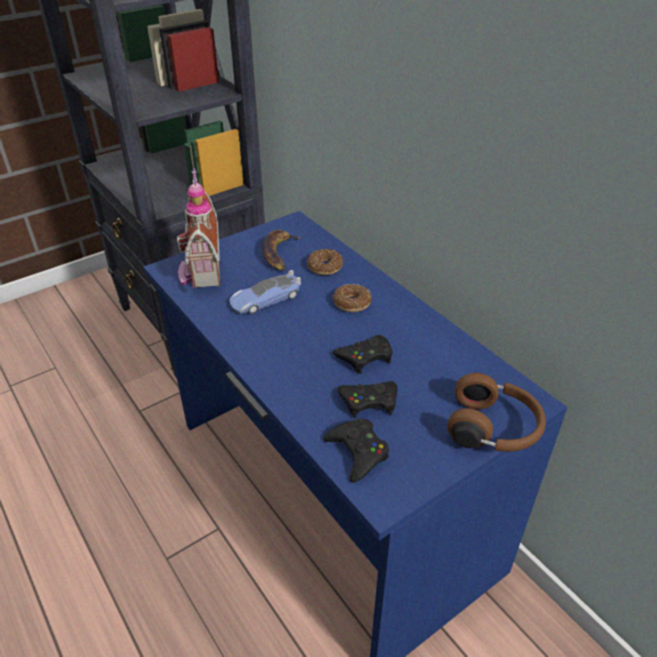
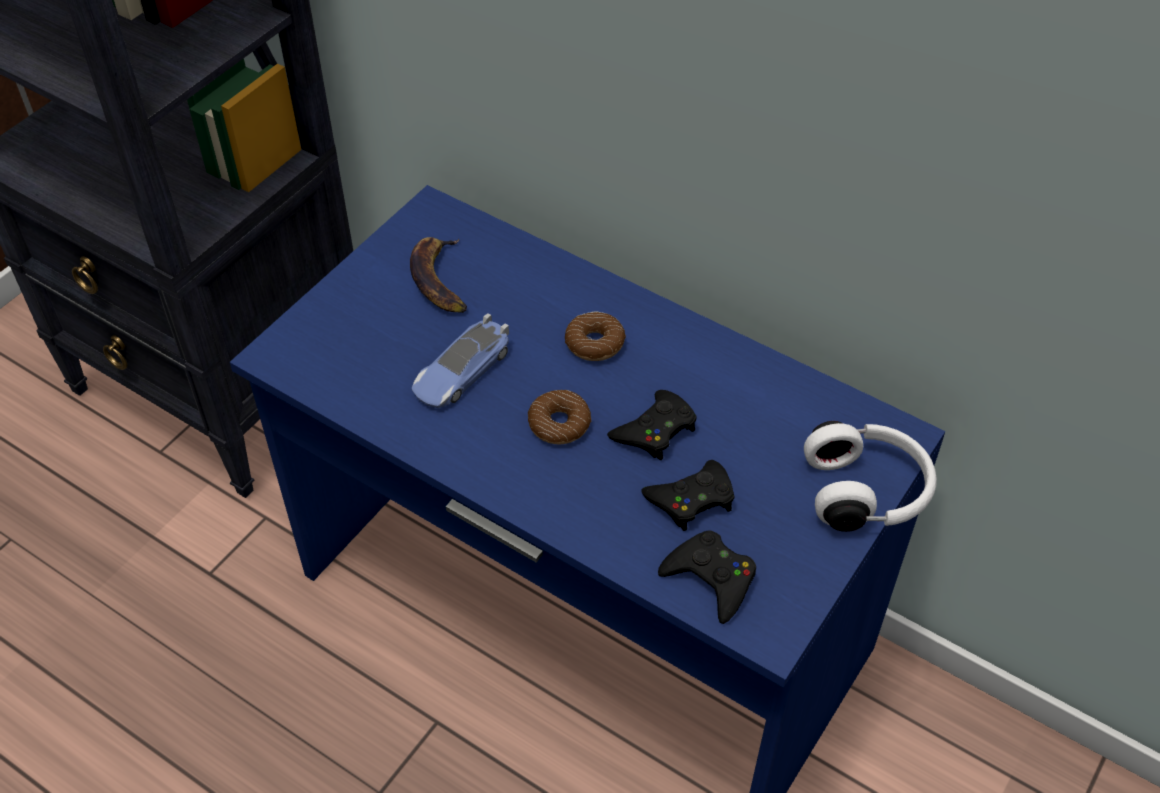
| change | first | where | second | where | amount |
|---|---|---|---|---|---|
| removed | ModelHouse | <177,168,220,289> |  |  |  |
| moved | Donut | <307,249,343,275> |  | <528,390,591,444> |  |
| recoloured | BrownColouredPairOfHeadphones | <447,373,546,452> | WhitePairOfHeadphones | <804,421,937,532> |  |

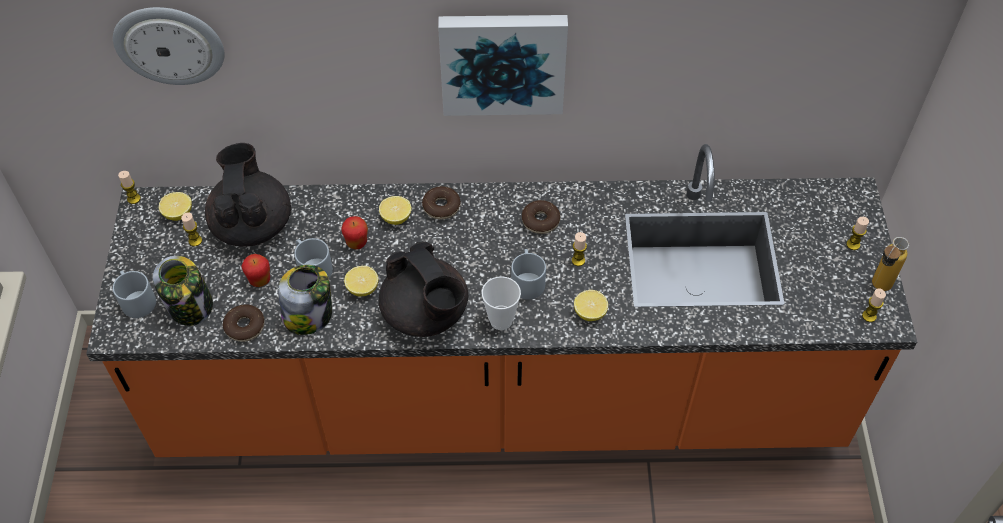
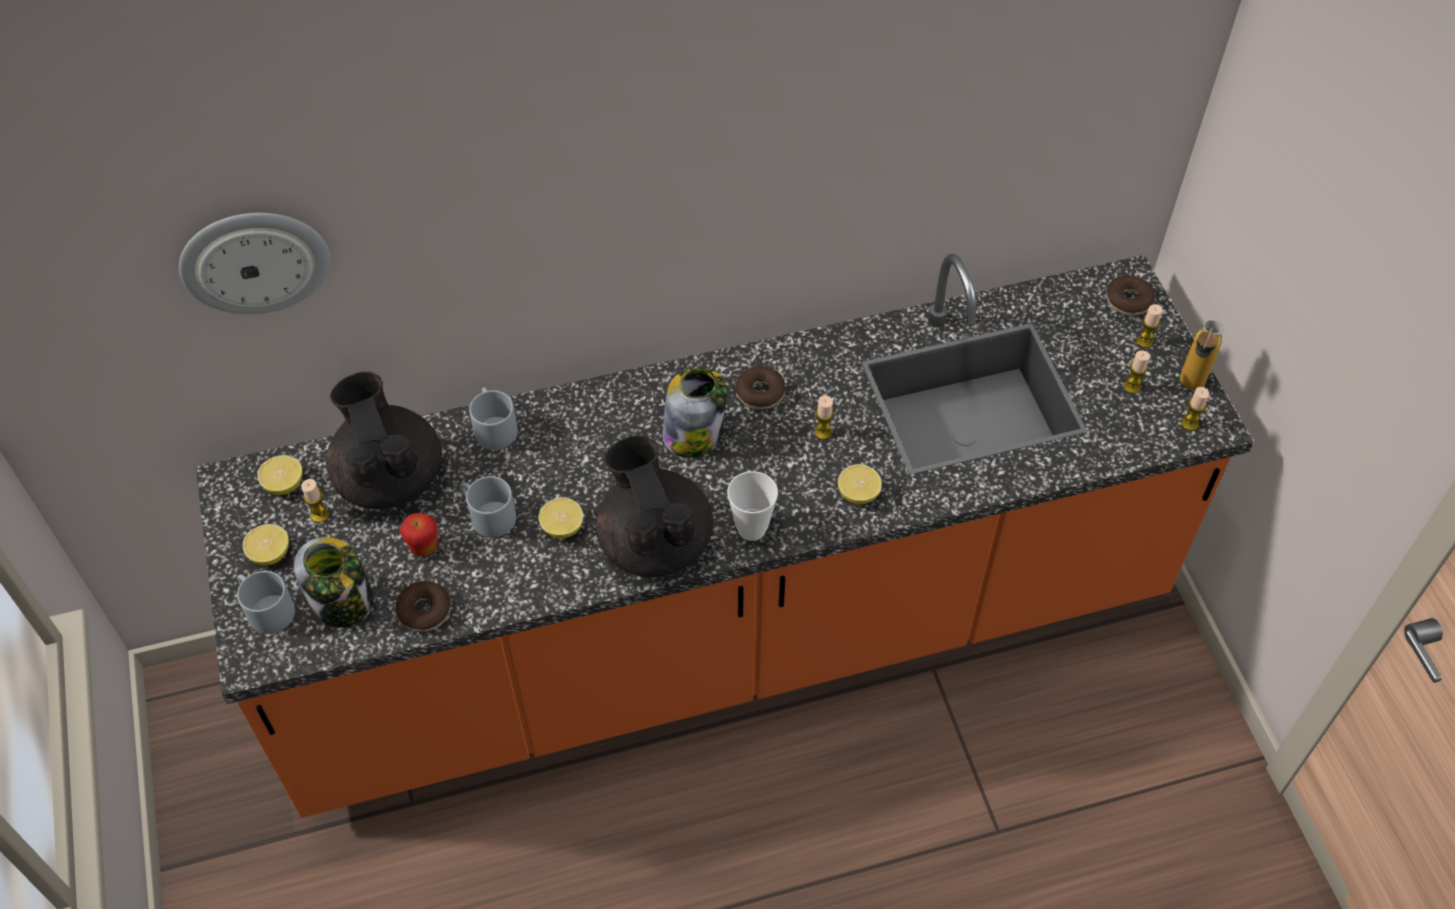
| change | first | where | second | where | amount |
|---|---|---|---|---|---|
| moved | Candle | <118,171,141,204> |  | <1124,351,1150,394> |  |
| moved | PreserveJar | <278,265,332,335> |  | <662,367,727,458> |  |
| removed | AppleFruit | <341,216,368,249> |  |  |  |
| turned | BlackishTeaPot | <378,242,468,337> |  | <596,435,714,577> | 150 degrees counterclockwise |
| moved | CitrusFruit | <379,196,412,225> |  | <243,524,289,565> |  |
| moved | Donut | <422,186,461,219> |  | <1106,275,1155,316> |  |
| removed | Picture | <438,15,568,116> |  |  |  |
| moved | GrayTeaMug | <511,249,546,300> |  | <469,387,518,450> |  |

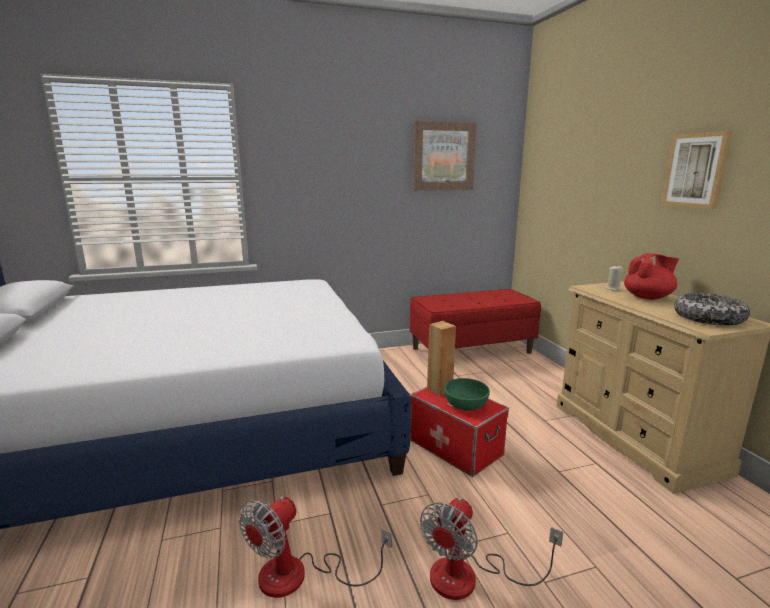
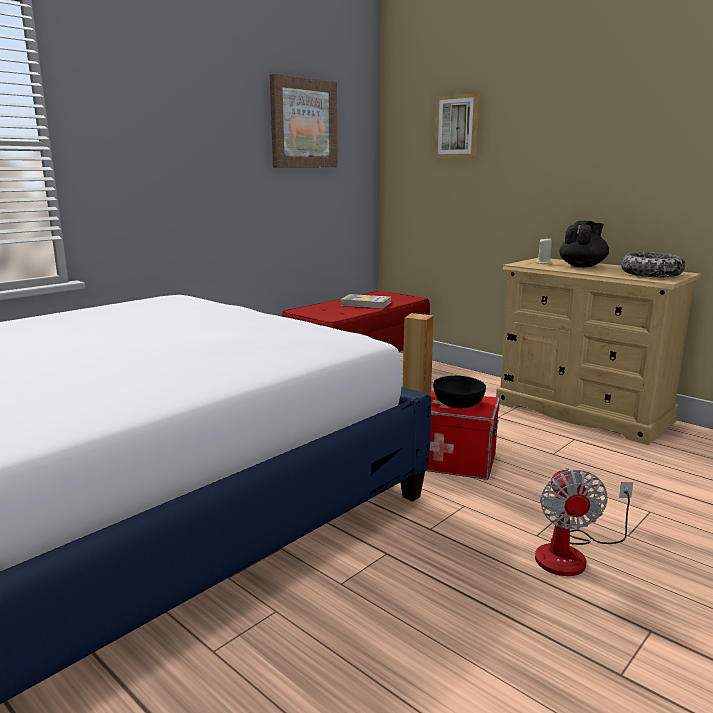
| change | first | where | second | where | amount |
|---|---|---|---|---|---|
| removed | ElectricFan | <239,496,392,598> |  |  |  |
| recoloured | GreenDeepDish | <444,378,490,411> | BlackishDeepDish | <433,376,486,408> |  |
| recoloured | RedTeaPot | <624,253,679,300> | BlackishTeaPot | <559,221,609,267> |  |
| moved | Picture | <661,131,733,209> |  | <434,93,480,158> |  |
| added |  |  | Book | <340,294,391,308> |  |

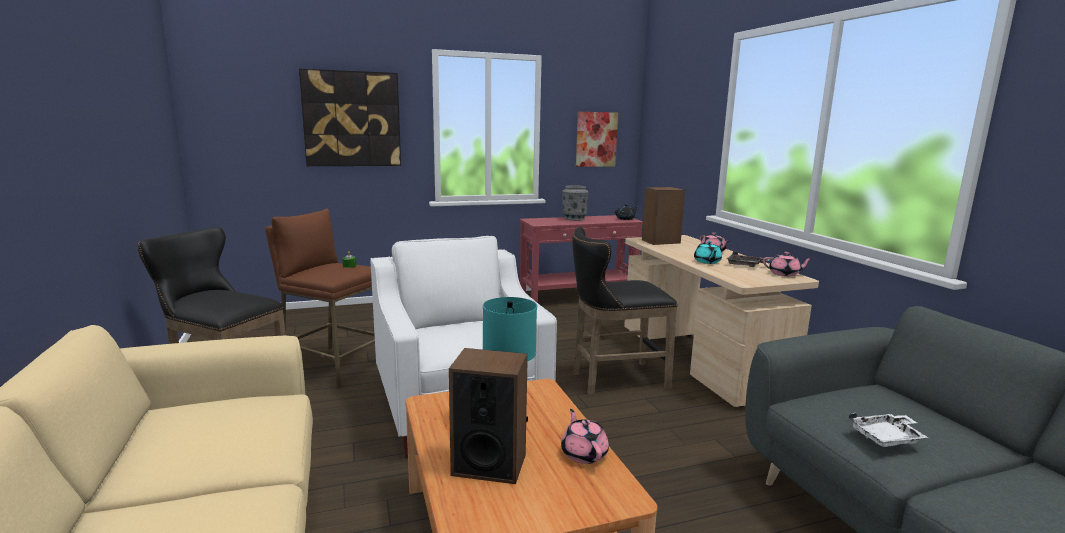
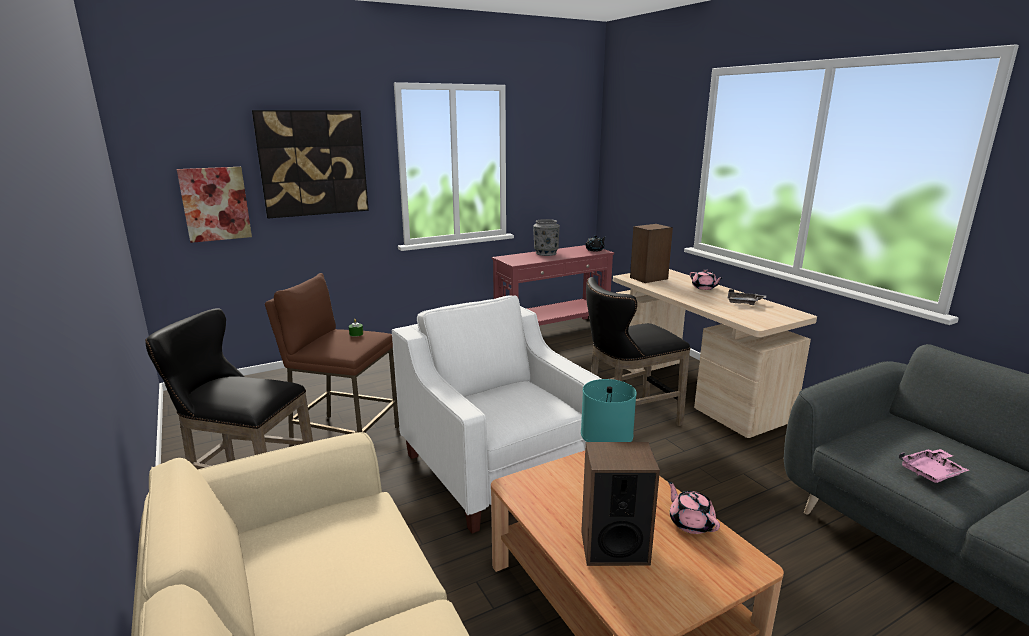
| change | first | where | second | where | amount |
|---|---|---|---|---|---|
| moved | Picture | <576,112,618,167> |  | <177,167,252,243> |  |
| removed | TurquoiseColouredTeaPot | <694,241,722,264> |  |  |  |
| removed | PinkishTeaPot | <763,252,813,276> |  |  |  |
| recoloured | WhiteTray | <849,413,929,447> | PinkishTray | <899,449,969,483> |  |

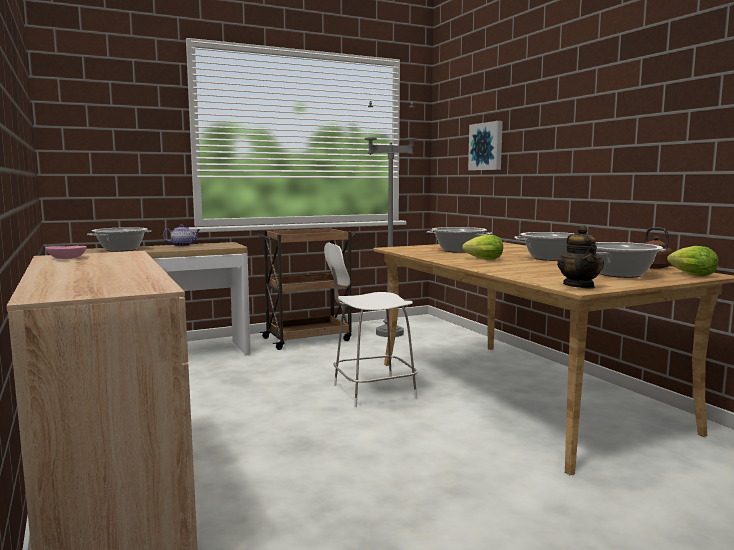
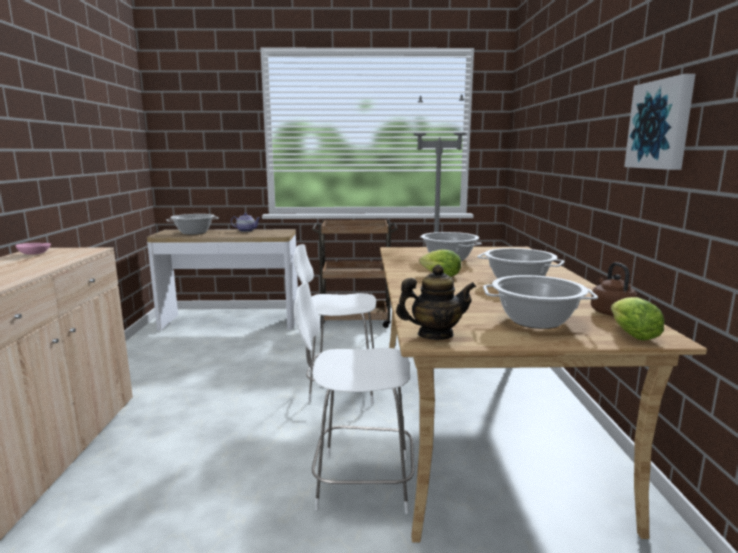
| change | first | where | second | where | amount |
|---|---|---|---|---|---|
| moved | Picture | <468,121,503,170> |  | <624,74,695,170> |  |
| turned | TeaPot | <557,225,604,288> |  | <396,264,476,340> | 120 degrees counterclockwise |
| added |  |  | WhitePlainChair | <294,283,414,514> |  |

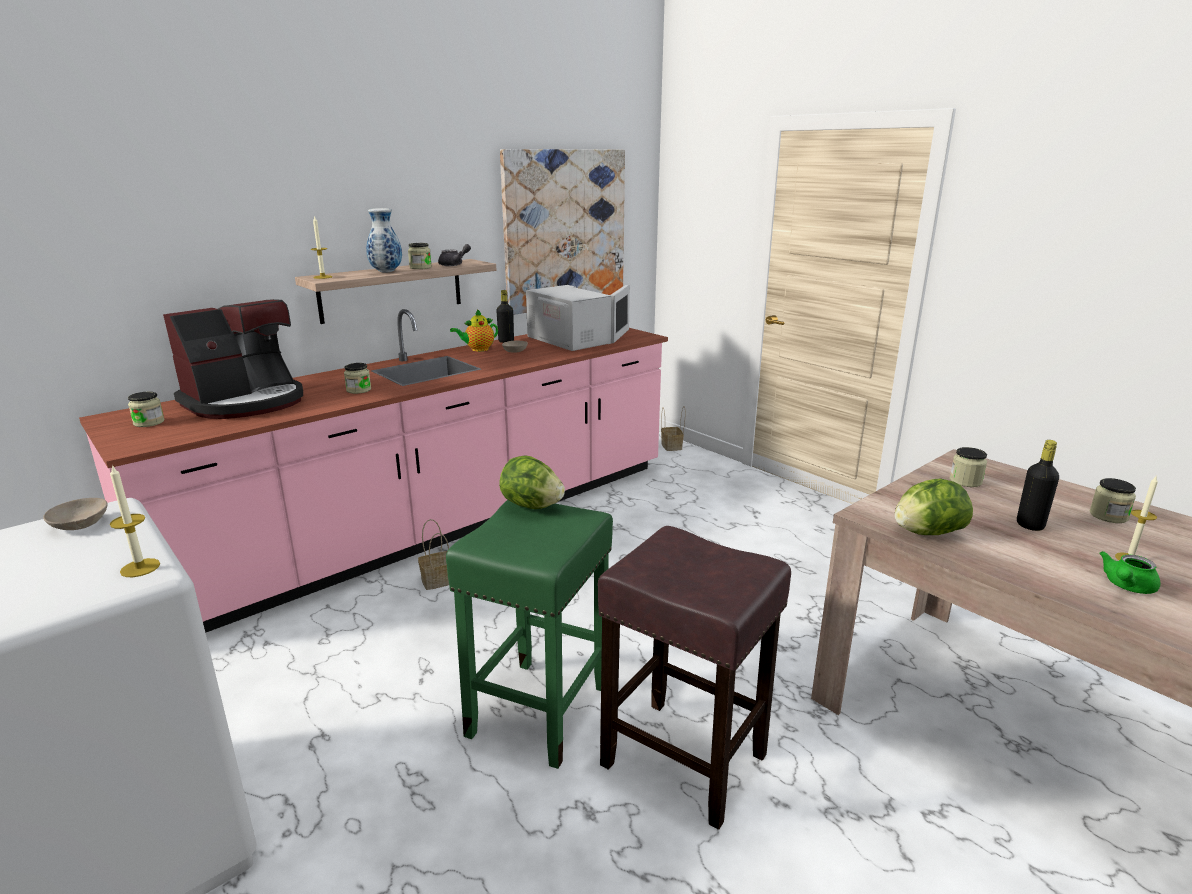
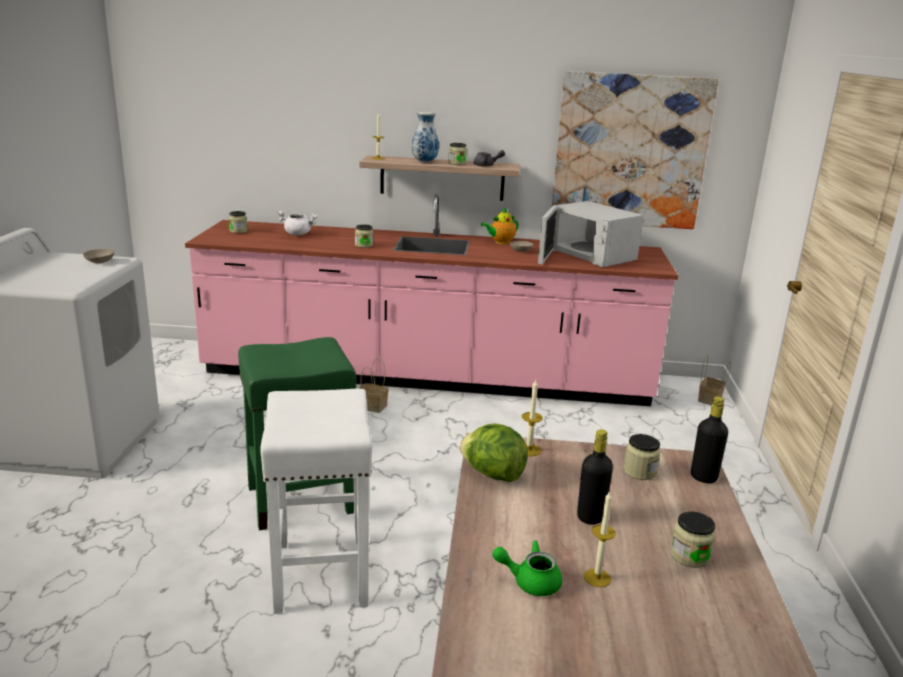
| change | first | where | second | where | amount |
|---|---|---|---|---|---|
| moved | Candle | <110,465,160,577> |  | <522,380,543,456> |  |
| replaced | CoffeeBrewer | <163,299,303,419> | WhiteCookingPot | <278,211,318,235> |  |
| turned | TeaPot | <450,309,498,351> |  | <481,207,519,244> | 45 degrees counterclockwise |
| moved | BlackishDrinkBottle | <496,290,514,343> |  | <691,396,728,483> |  |
| removed | HeadOfLettuce | <499,456,565,509> |  |  |  |
| turned | WhiteMicrowaveOven | <526,285,630,351> |  | <538,201,643,267> | 135 degrees clockwise |
| recoloured | BrownColouredSittingStool | <598,526,791,830> | WhiteSittingStool | <260,389,372,614> |  |

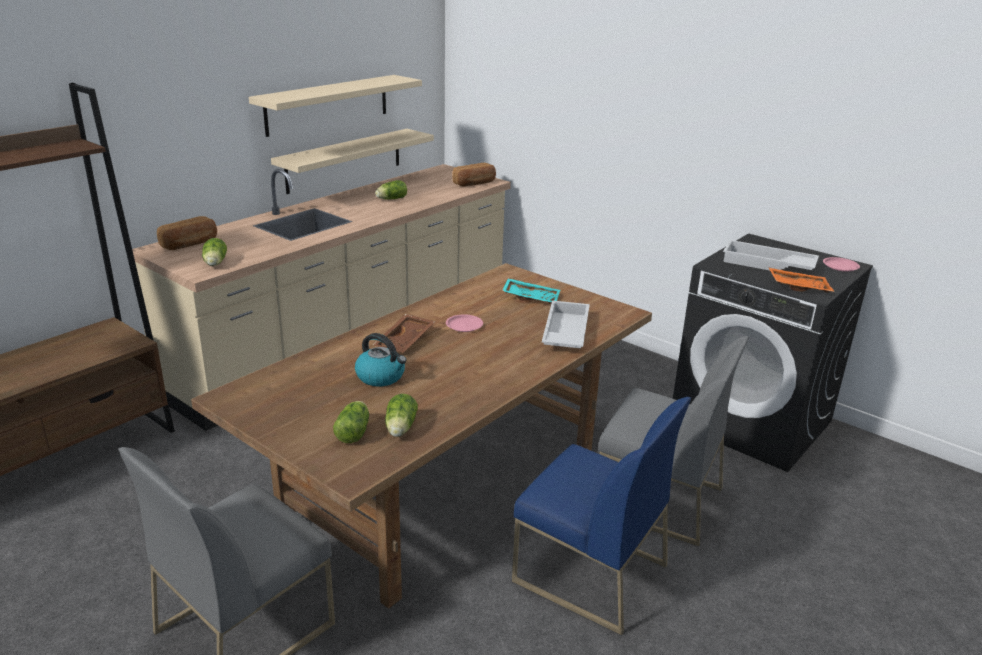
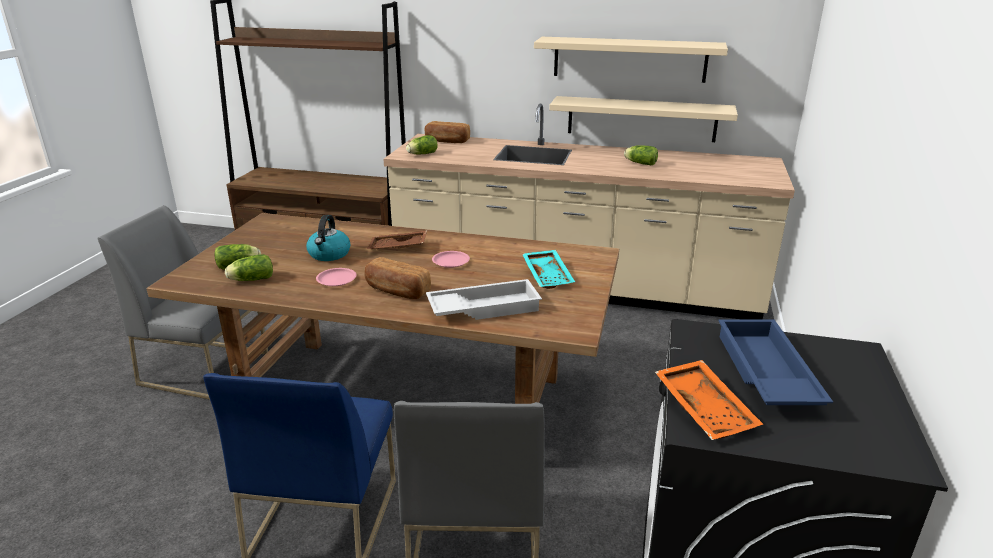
| change | first | where | second | where | amount |
|---|---|---|---|---|---|
| moved | Bread | <452,163,496,187> |  | <364,257,431,299> |  |
| recoloured | WhiteTray | <723,240,819,271> | BlueTray | <718,319,833,405> |  |
| moved | PinkishDinnerPlate | <823,257,860,272> |  | <316,268,357,286> |  |

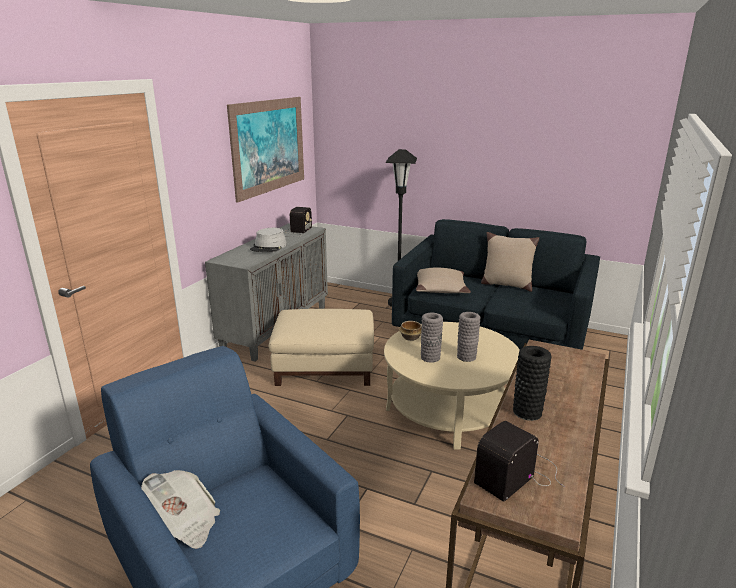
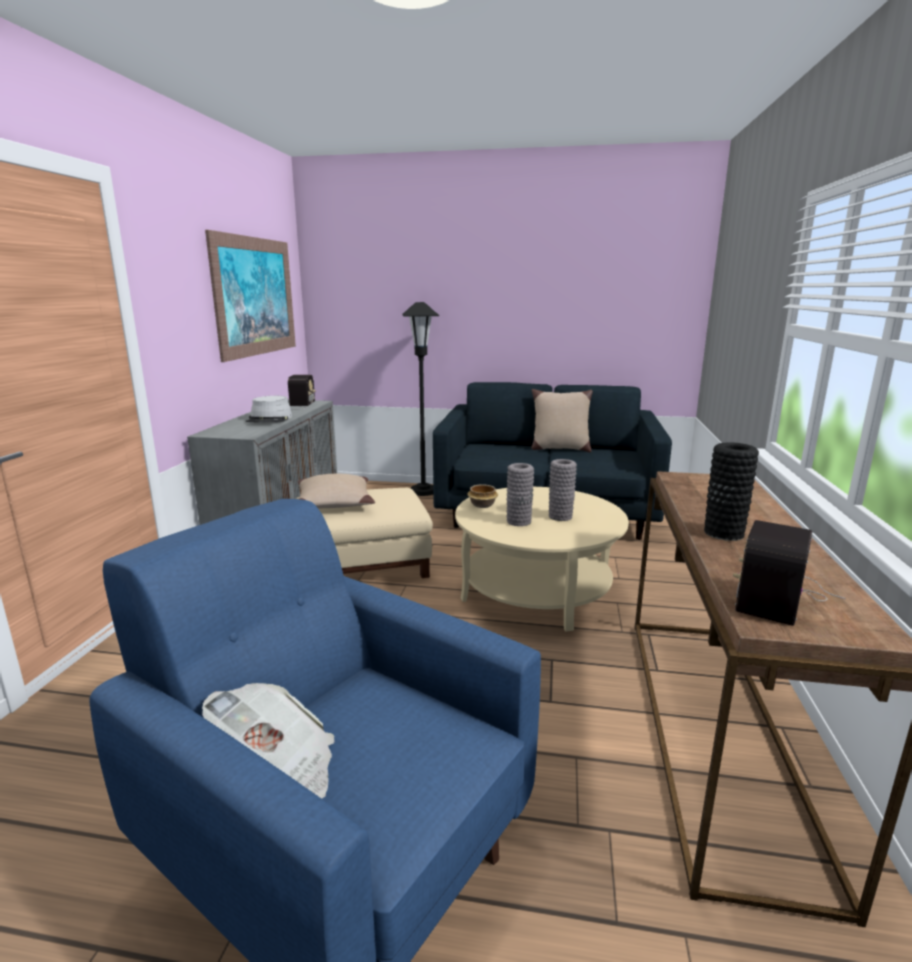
| change | first | where | second | where | amount |
|---|---|---|---|---|---|
| moved | BeigeColouredPillow | <416,268,471,293> |  | <298,474,375,508> |  |

